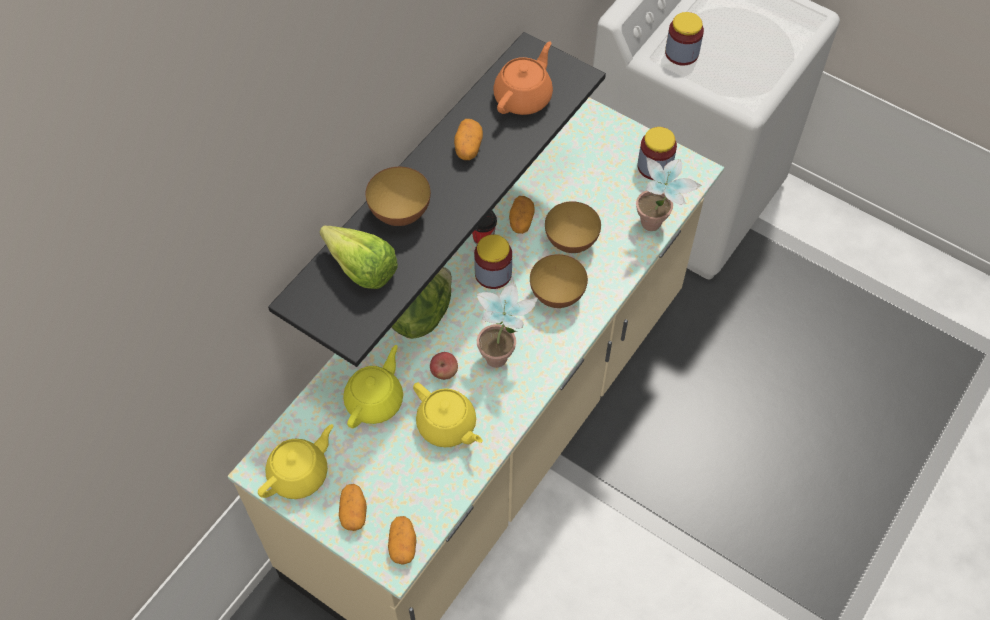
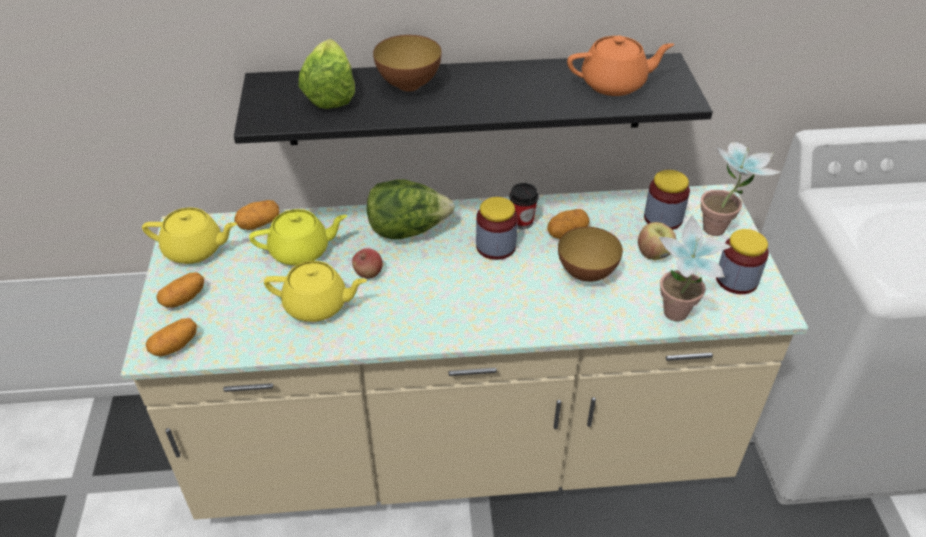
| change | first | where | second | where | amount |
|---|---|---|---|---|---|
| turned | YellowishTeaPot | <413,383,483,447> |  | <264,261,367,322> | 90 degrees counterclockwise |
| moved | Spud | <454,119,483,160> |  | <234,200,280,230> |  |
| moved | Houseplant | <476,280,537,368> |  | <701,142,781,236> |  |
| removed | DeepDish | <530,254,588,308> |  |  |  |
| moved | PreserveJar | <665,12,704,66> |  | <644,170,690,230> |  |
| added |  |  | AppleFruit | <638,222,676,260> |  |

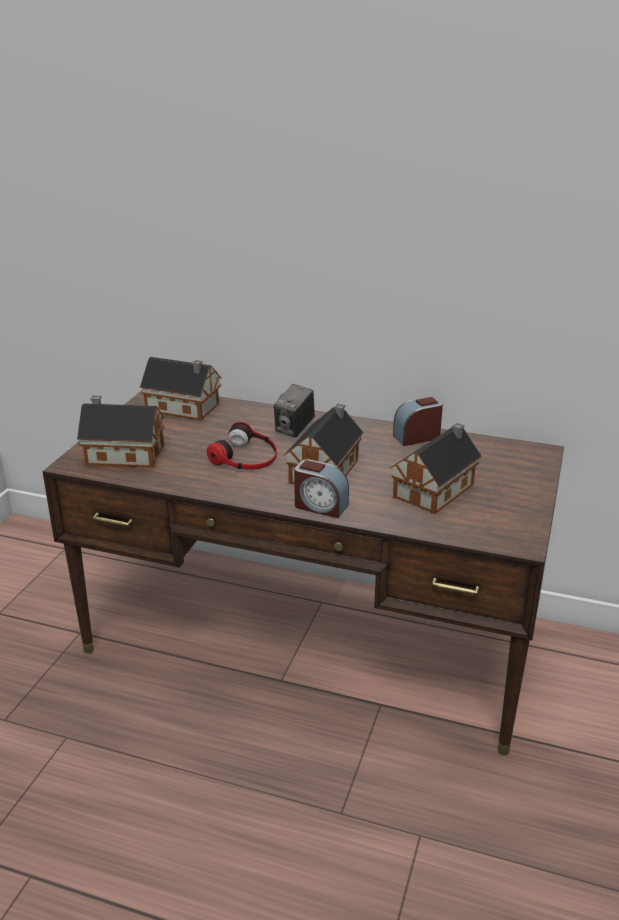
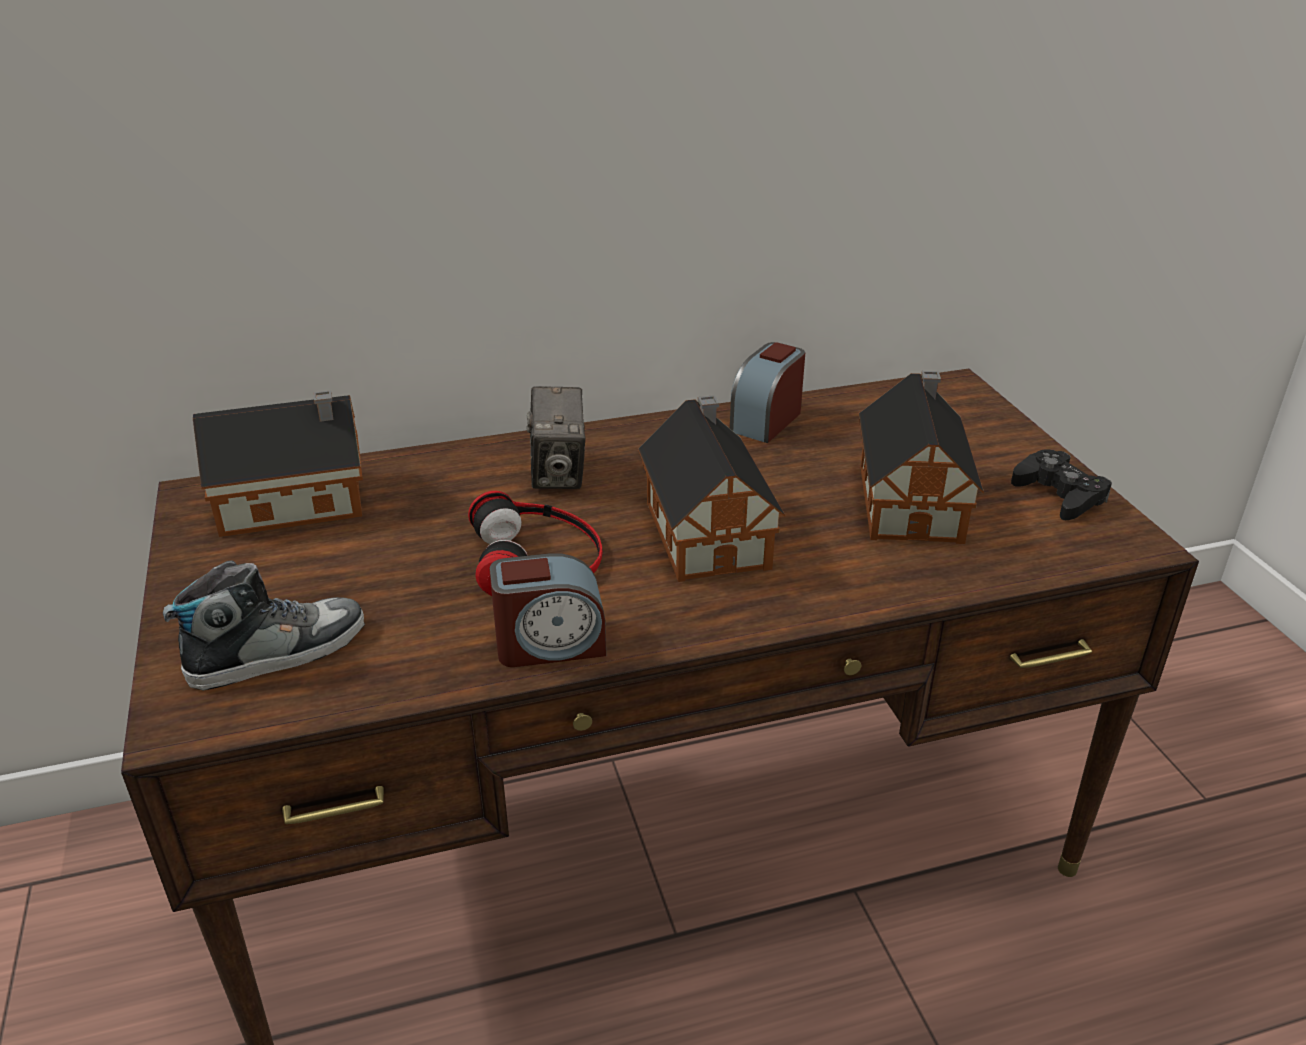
| change | first | where | second | where | amount |
|---|---|---|---|---|---|
| replaced | ModelHouse | <77,395,164,468> | Shoe | <163,560,365,691> |  |
| moved | BedsideClock | <294,459,349,518> |  | <489,553,606,667> |  |
| added |  |  | BlackishGamepad | <1011,449,1112,520> |  |

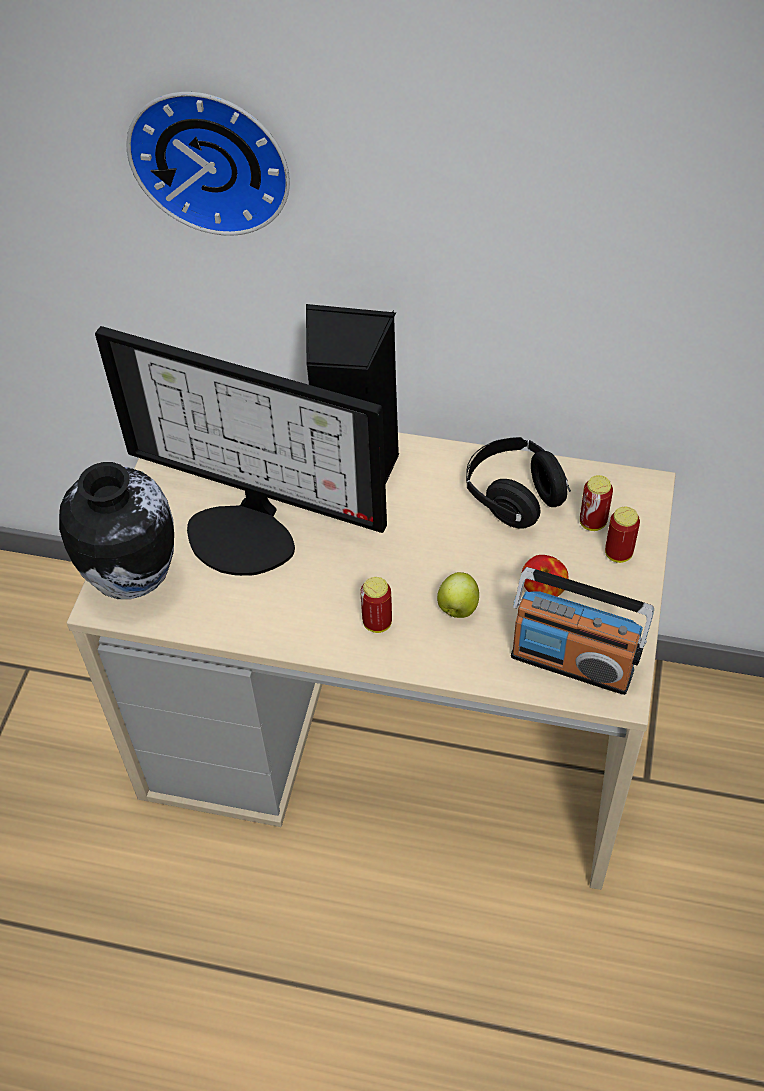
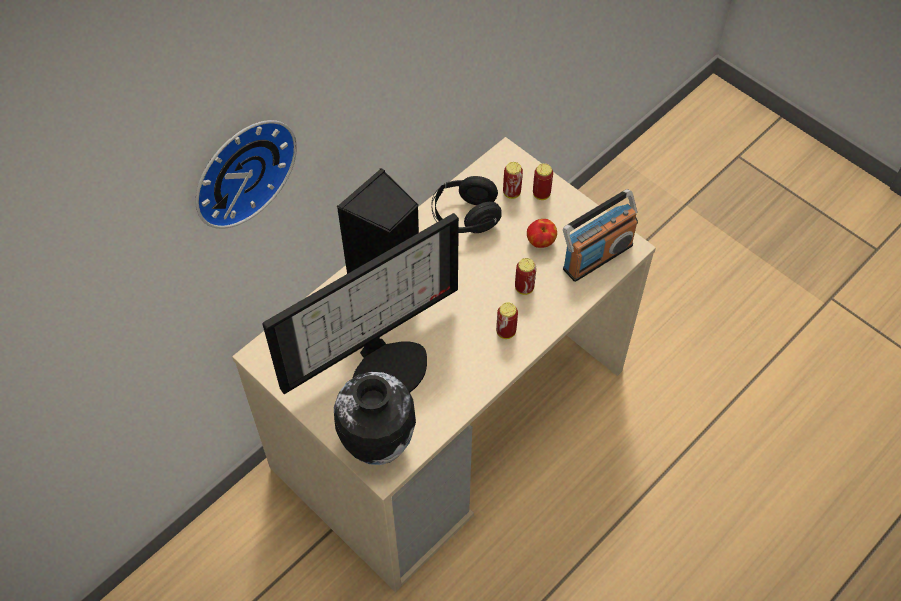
| change | first | where | second | where | amount |
|---|---|---|---|---|---|
| replaced | AppleFruit | <437,572,479,618> | SealedCan | <515,258,536,295> |  |

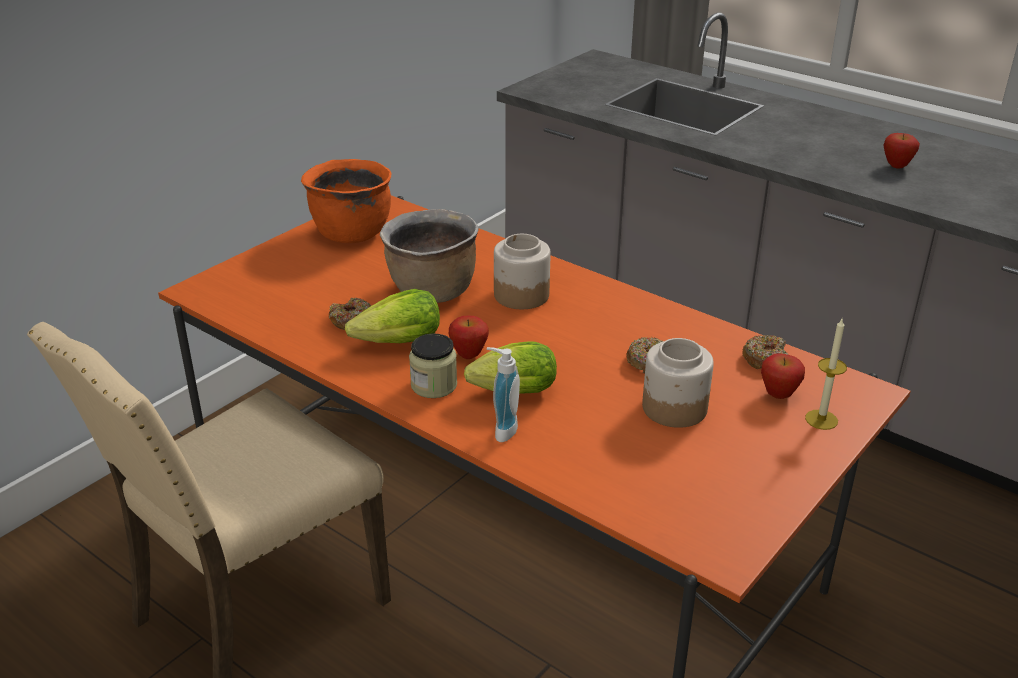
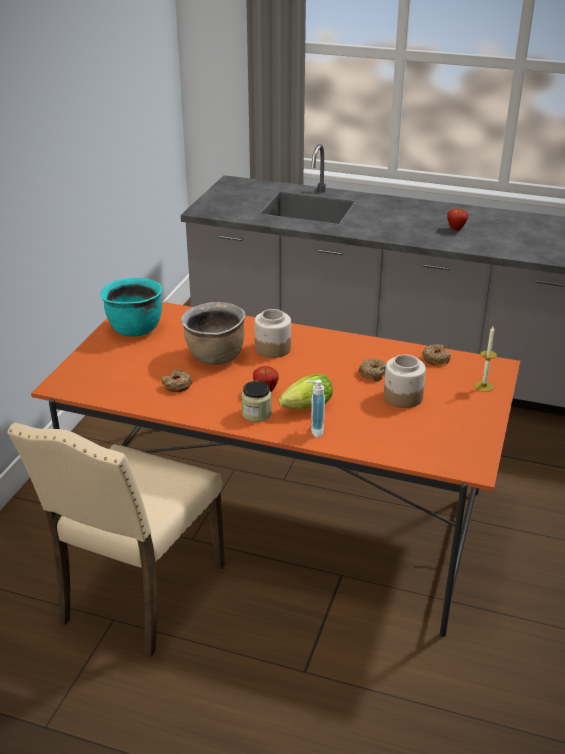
| change | first | where | second | where | amount |
|---|---|---|---|---|---|
| recoloured | OrangeCookingPot | <301,159,391,243> | TurquoiseColouredCookingPot | <101,278,162,337> |  |
| removed | HeadOfLettuce | <345,289,440,343> |  |  |  |
| removed | AppleFruit | <761,353,805,399> |  |  |  |

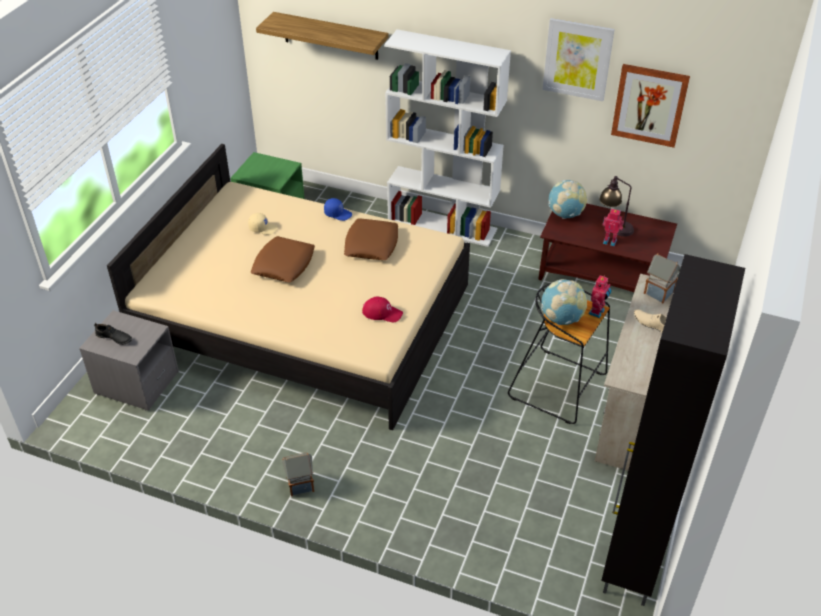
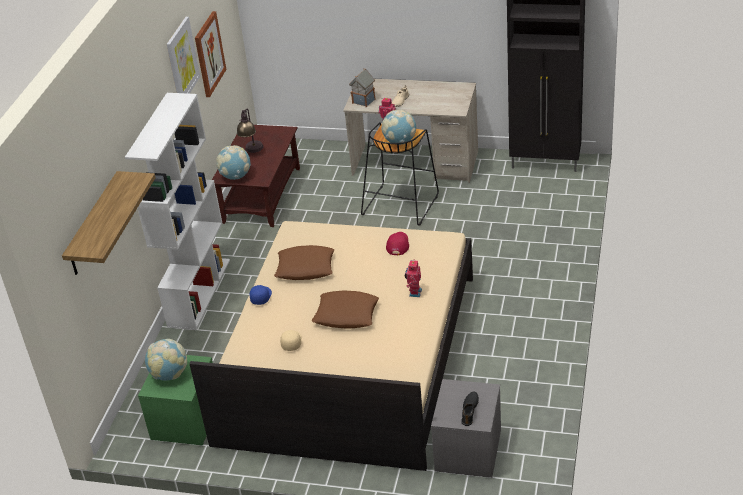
| change | first | where | second | where | amount |
|---|---|---|---|---|---|
| removed | ModelHouse | <282,453,314,497> |  |  |  |
| moved | ToyRobot | <603,209,624,246> |  | <405,260,422,297> |  |
| added |  |  | DeskGlobe | <145,339,187,381> |  |

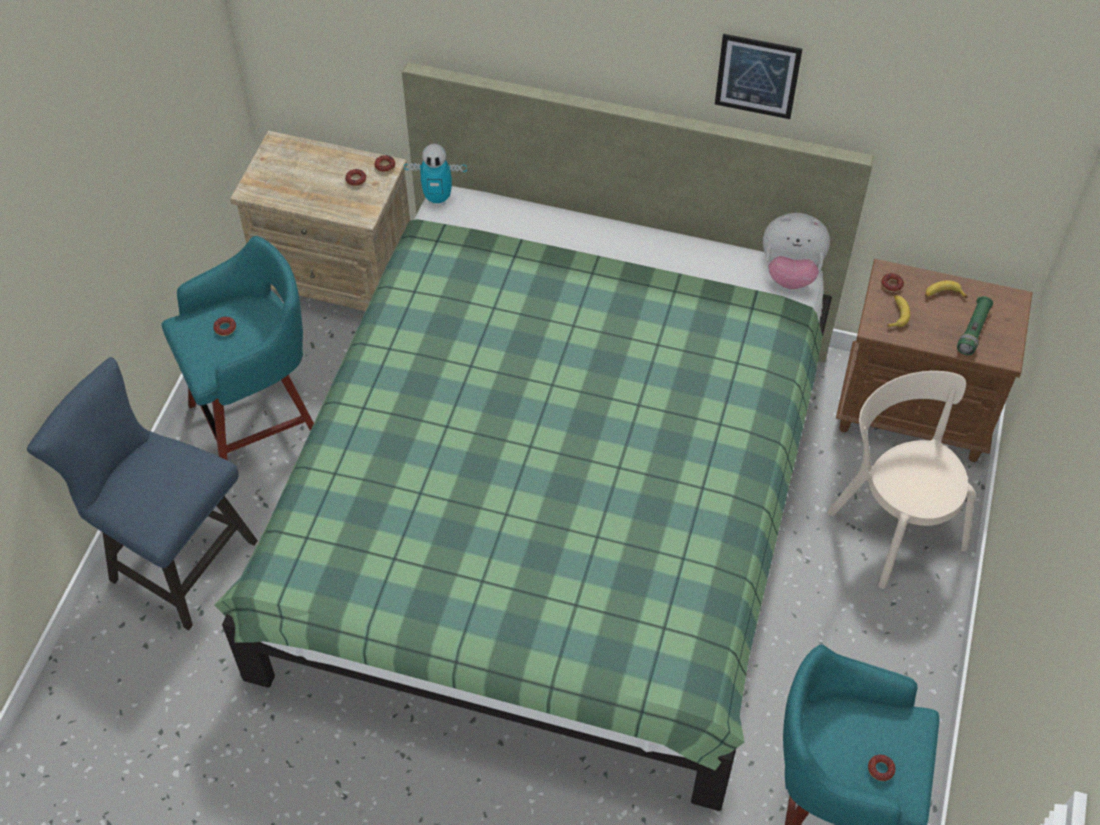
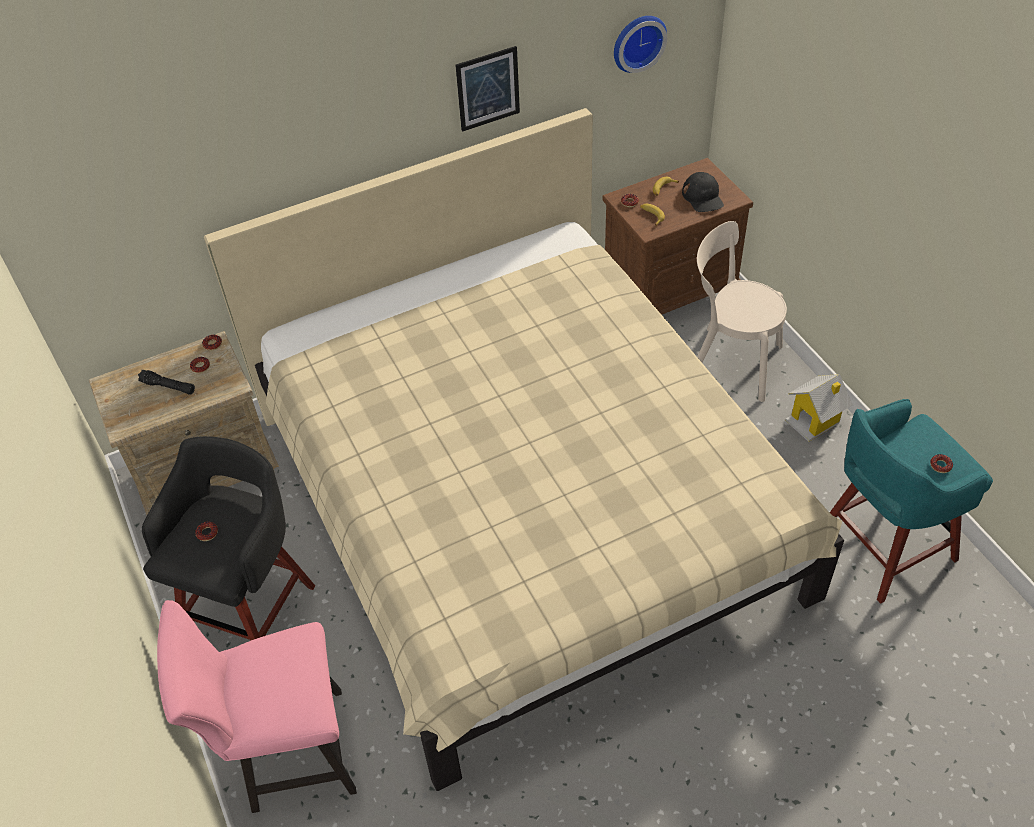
| change | first | where | second | where | amount |
|---|---|---|---|---|---|
| recoloured | BluePlainChair | <27,357,258,630> | PinkishPlainChair | <157,600,357,813> |  |
| recoloured | TurquoiseColouredSittingStool | <161,236,314,461> | BlackishSittingStool | <142,436,315,641> |  |
| recoloured | GreenSleepingBed | <214,62,874,811> | BeigeColouredSleepingBed | <204,108,844,791> |  |
| removed | ToyRobot | <404,144,467,205> |  |  |  |
| removed | SoftToy | <763,213,830,289> |  |  |  |
| replaced | GreenHandTorch | <957,296,993,355> | BlackishPeakedCap | <682,172,724,212> |  |
| added |  |  | BlackishHandTorch | <138,370,195,395> |  |
| added |  |  | ClockOnTheWall | <614,16,667,73> |  |
| added |  |  | ModelHouse | <785,374,852,442> |  |

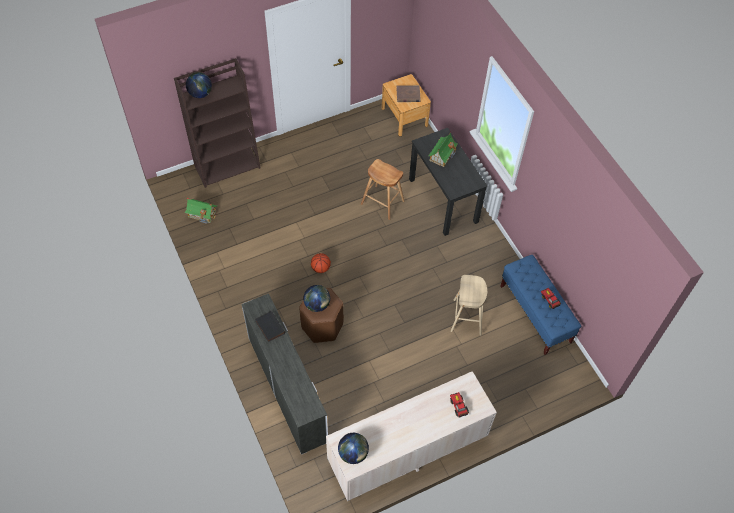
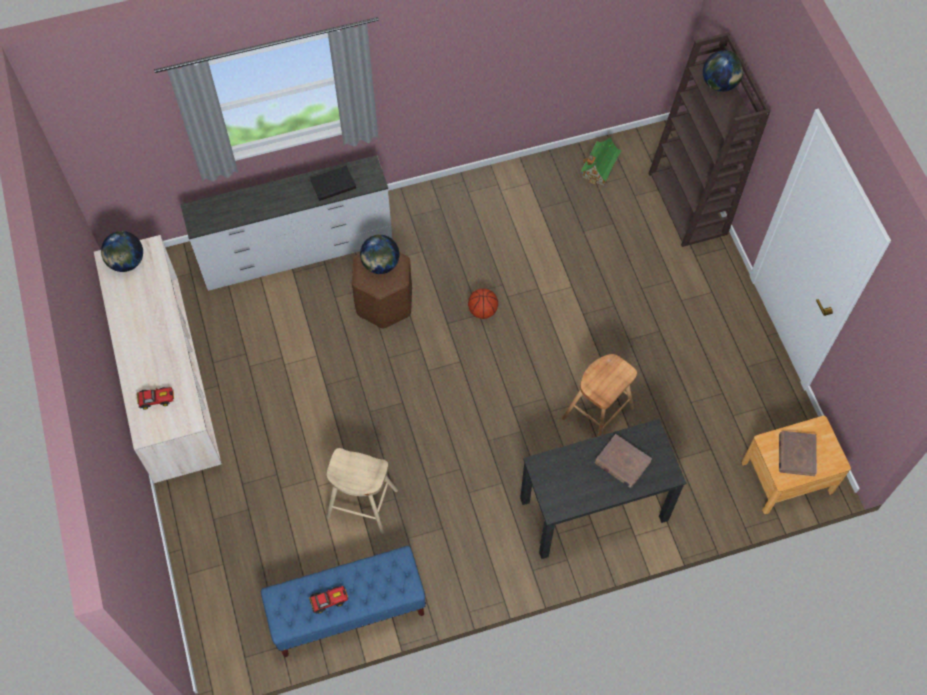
| change | first | where | second | where | amount |
|---|---|---|---|---|---|
| replaced | ModelHouse | <428,132,458,167> | BrownColouredBook | <595,434,652,488> |  |

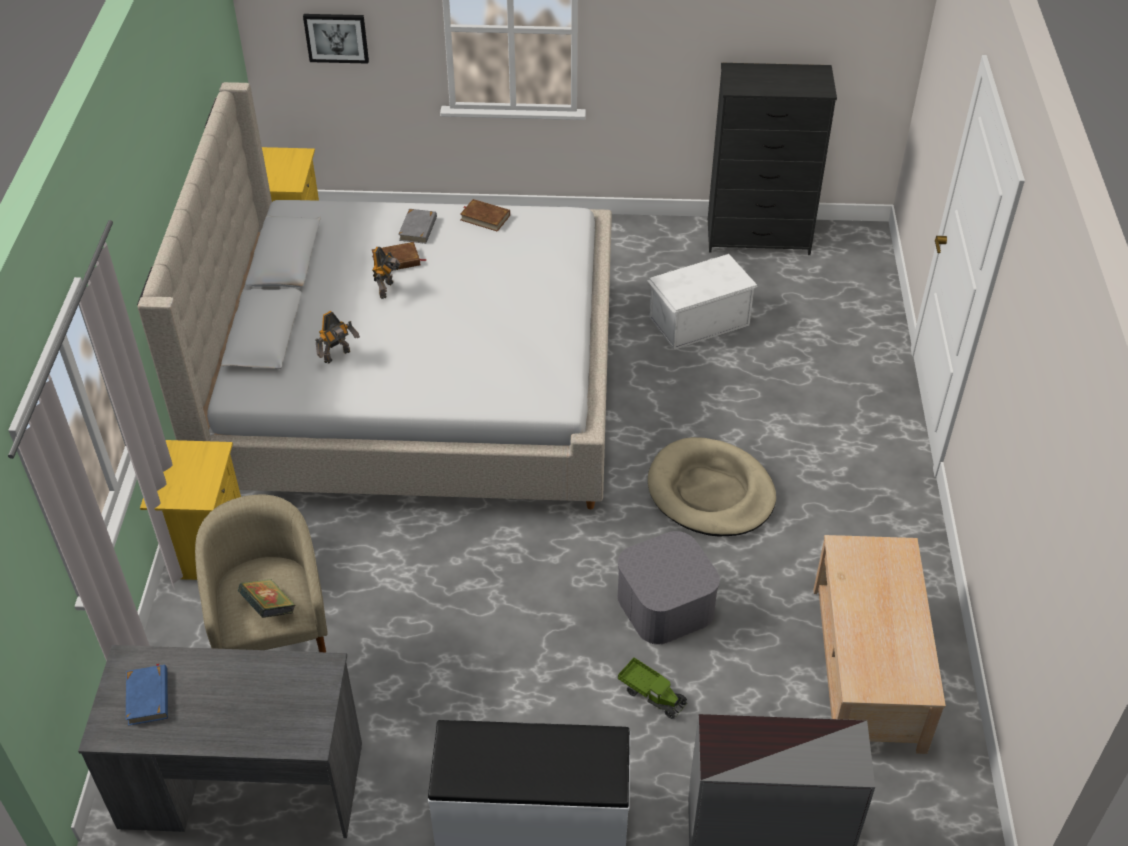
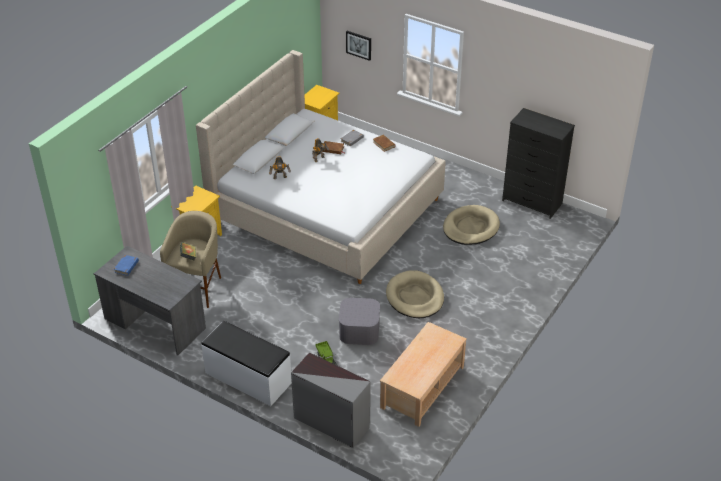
| change | first | where | second | where | amount |
|---|---|---|---|---|---|
| replaced | WhiteStorageBox | <647,254,757,350> | BeigeColouredDogBed | <443,205,500,245> |  |

